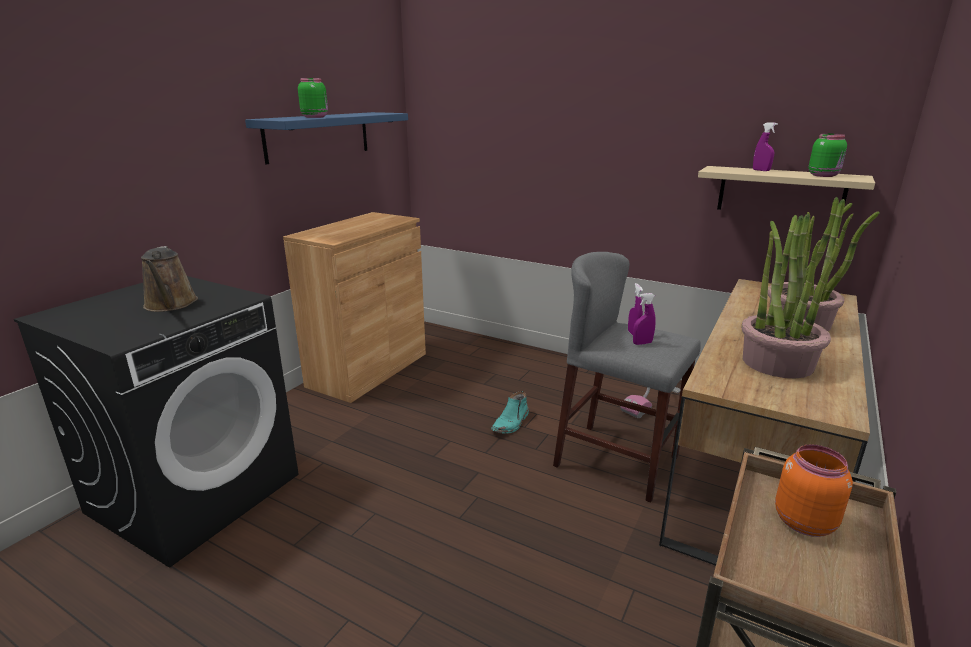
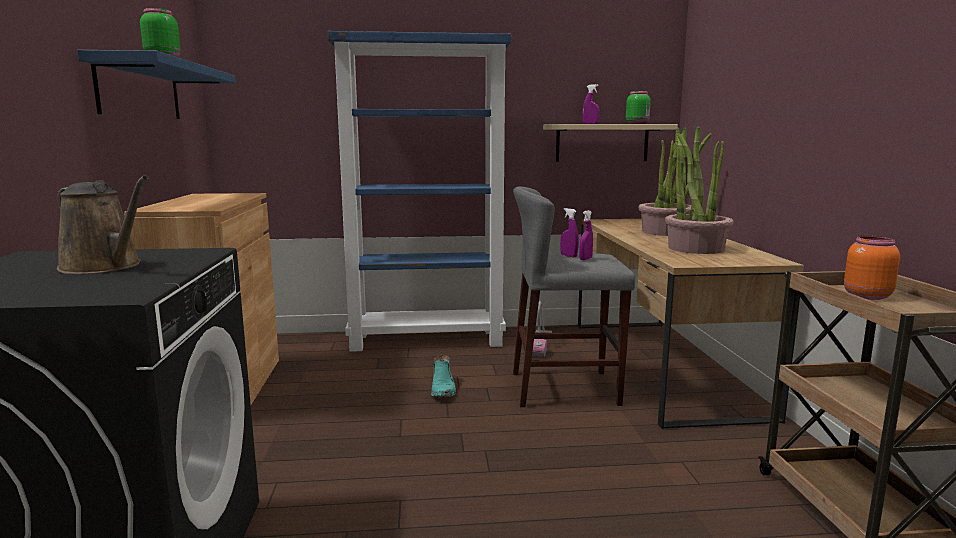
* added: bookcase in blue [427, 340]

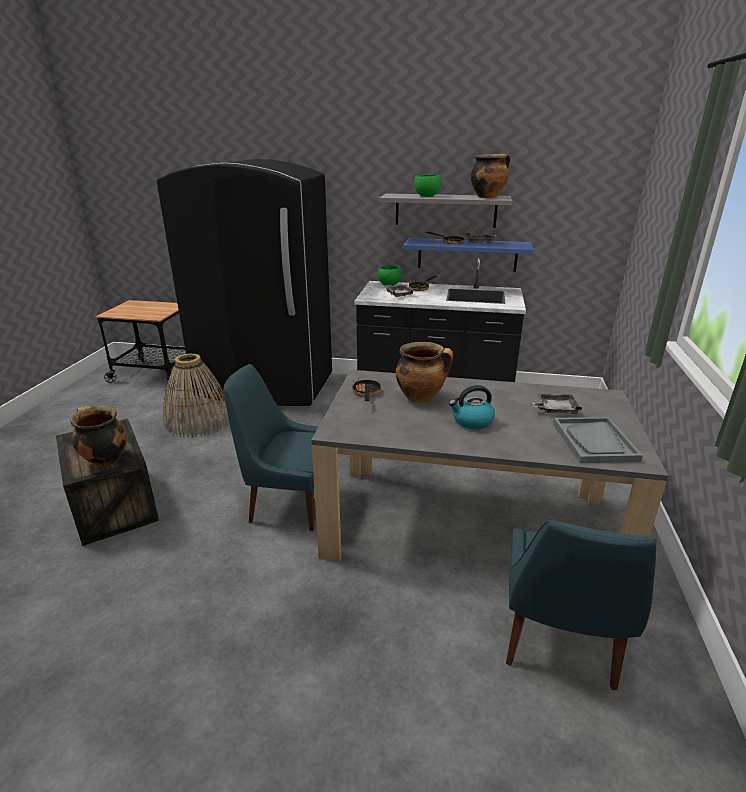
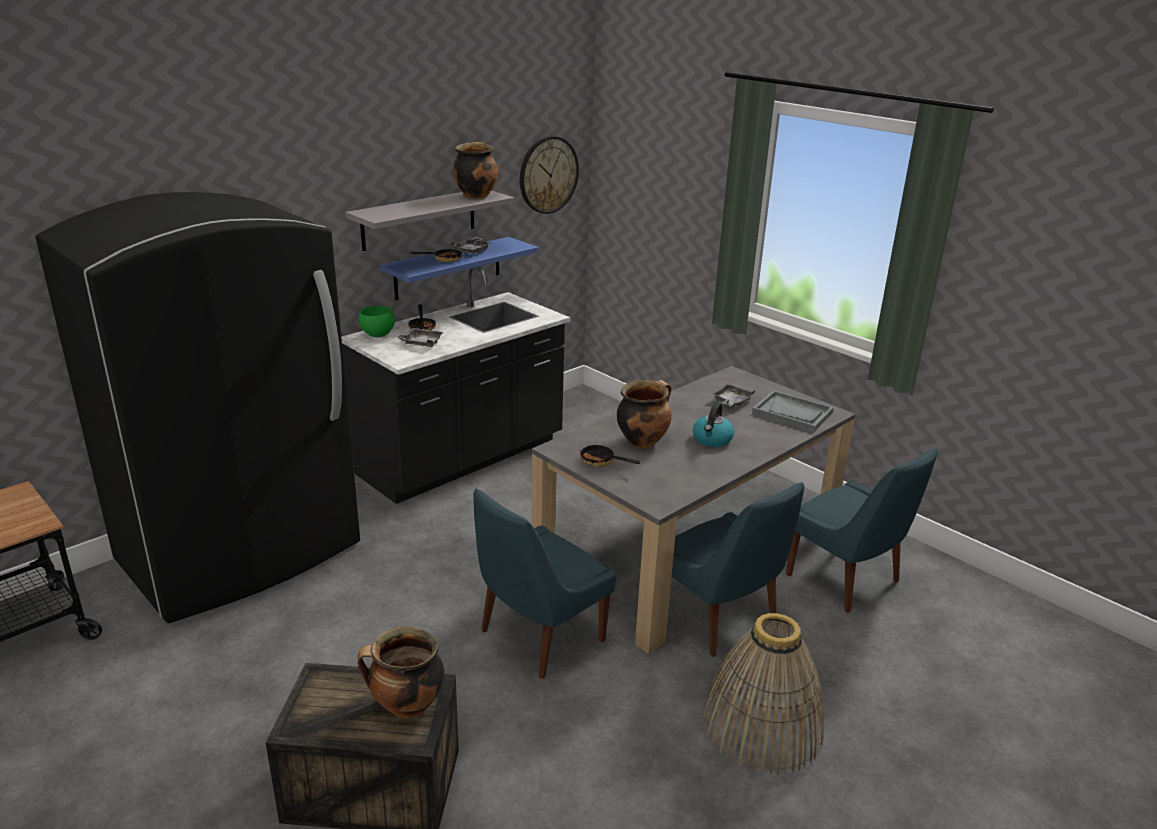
* moved: basket [198, 421] to [761, 727]
* removed: bowl in green [426, 196]
* added: wall clock [548, 175]
* added: chair in blue [719, 620]

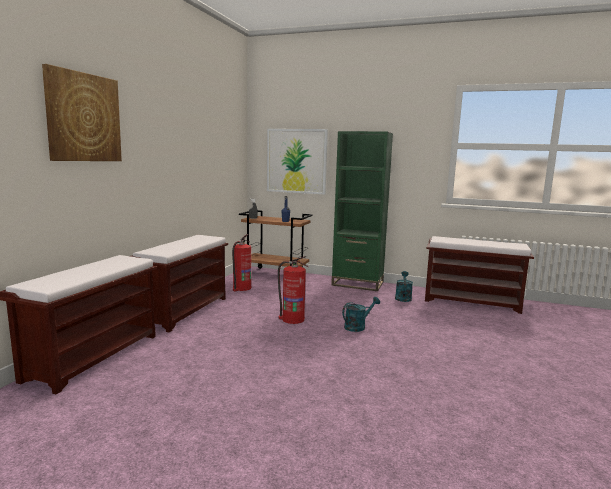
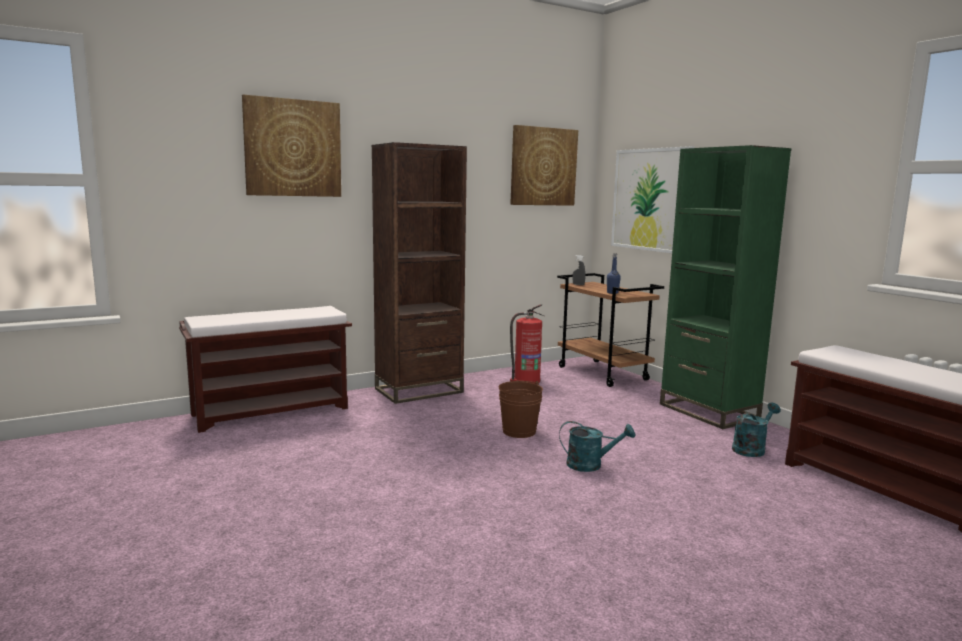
* replaced: bench in brown [185, 310] to bookcase in brown [419, 390]
* replaced: fire extinguisher [292, 319] to bucket in brown [519, 431]
* added: picture [543, 166]

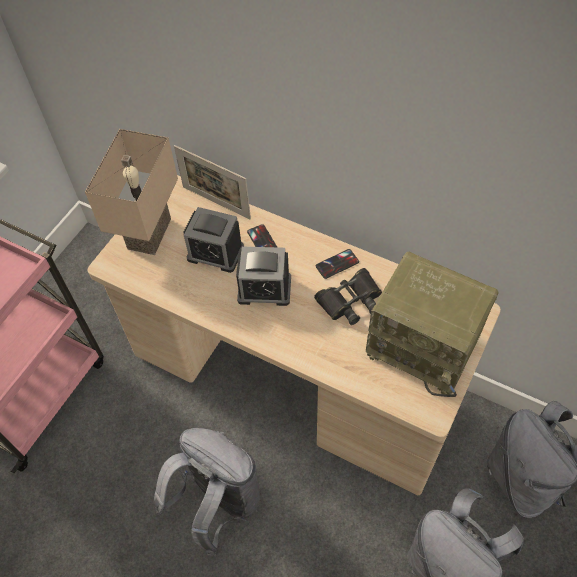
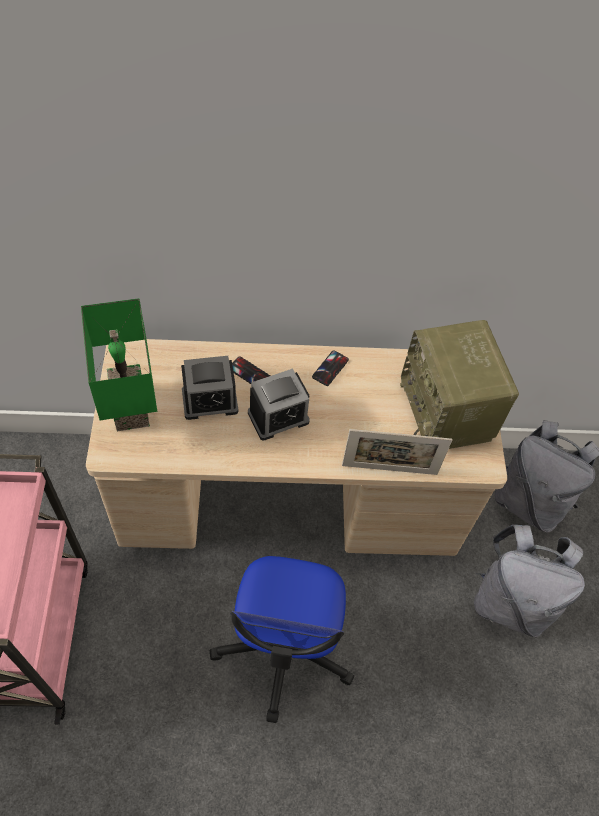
* recoloured: table lamp in beige [147, 232] to table lamp in green [127, 407]
* replaced: backpack in grey [218, 503] to office chair [284, 649]
* moved: picture frame [216, 202] to [389, 469]
* removed: binoculars in black [350, 301]
* turned: radio [425, 346] = [447, 412] 75 degrees clockwise

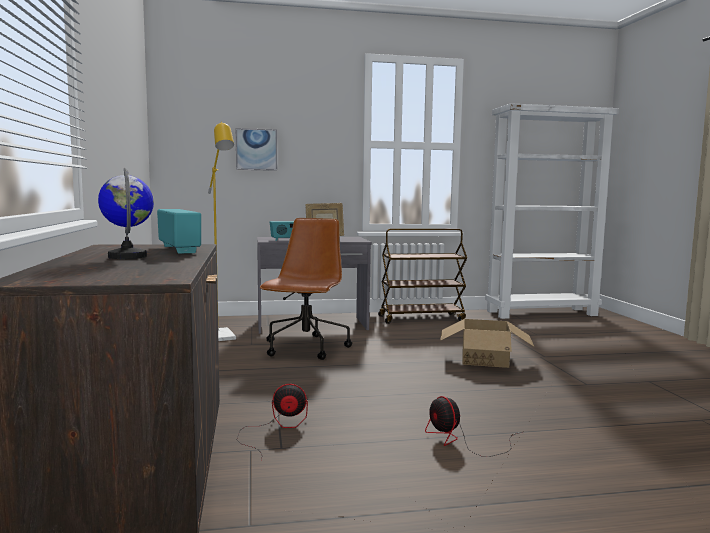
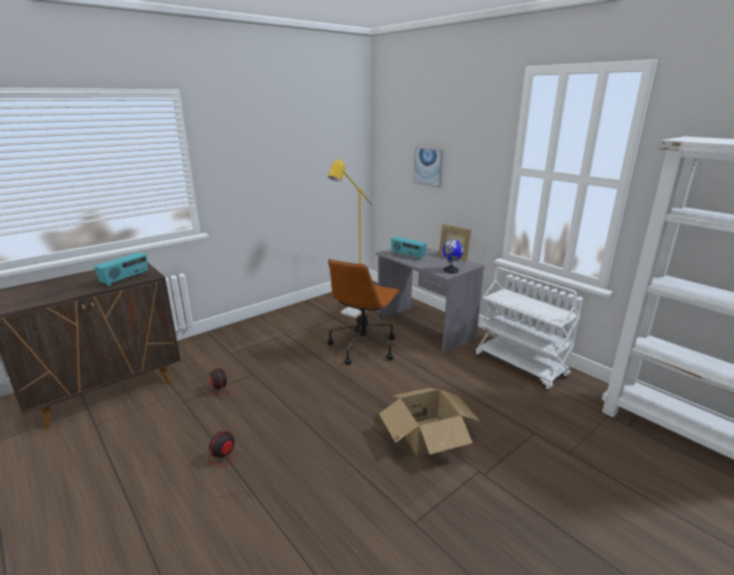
* moved: globe [128, 256] to [451, 271]
* turned: office chair in brown [305, 348] = [363, 346] 135 degrees clockwise
* recoloured: cart in brown [421, 318] to cart in white [520, 366]

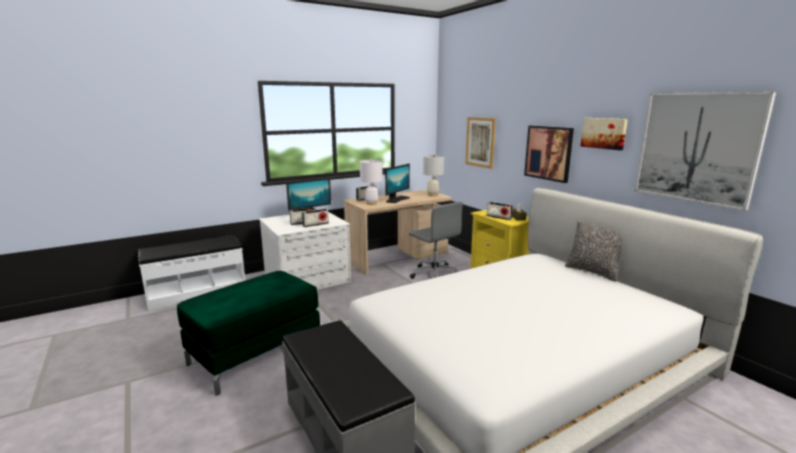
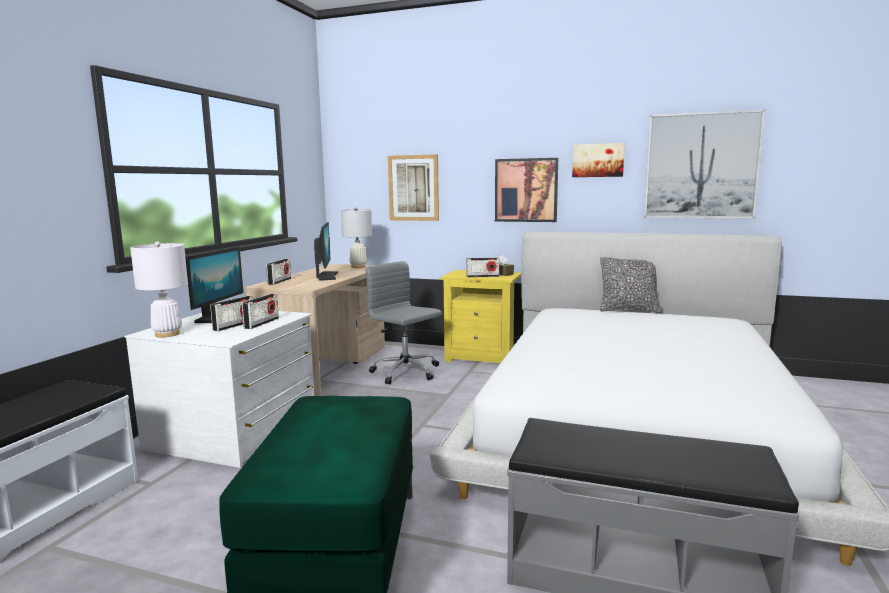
* moved: table lamp in white [371, 203] to [167, 334]
* turned: office chair in grey [434, 274] = [406, 372] 150 degrees counterclockwise

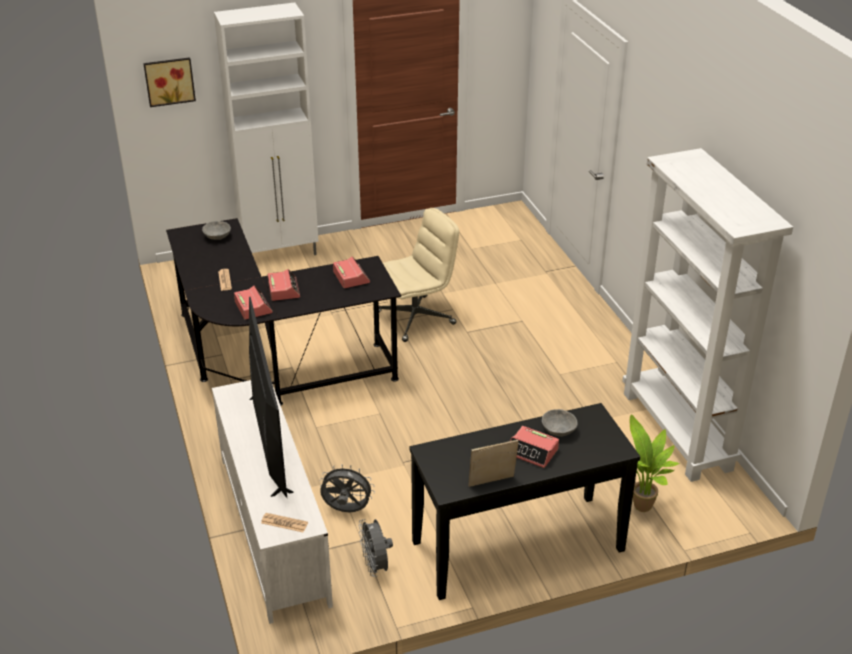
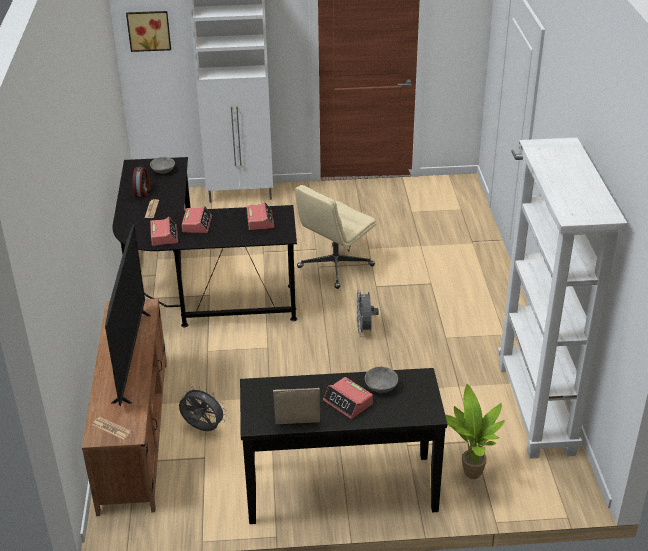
* recoloured: tv stand in white [273, 527] to tv stand in brown [134, 432]
* moved: fan in grey [376, 566] to [365, 329]
* turned: office chair in beige [415, 318] = [335, 267] 150 degrees clockwise
* added: alarm clock [143, 192]

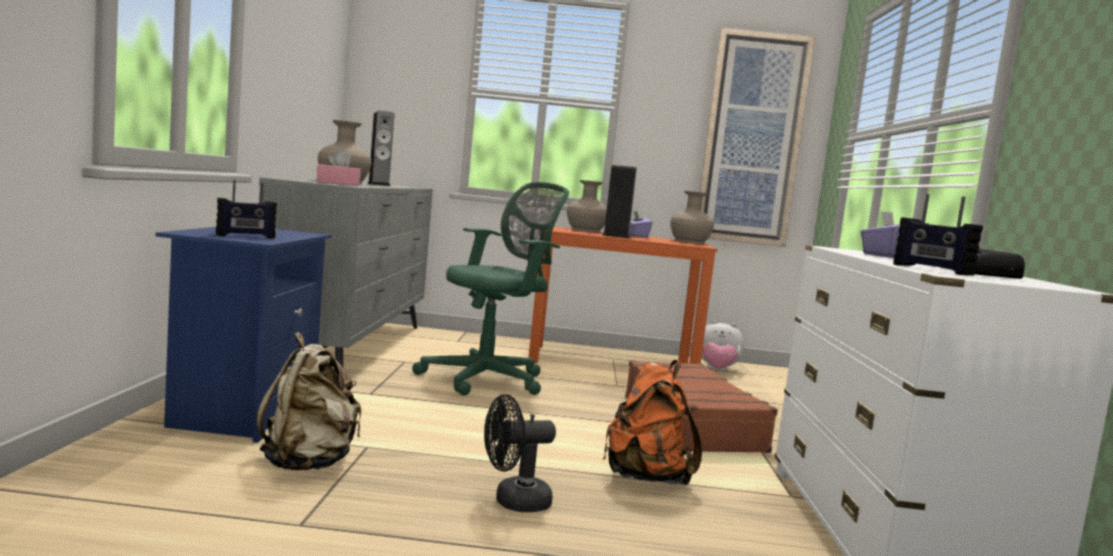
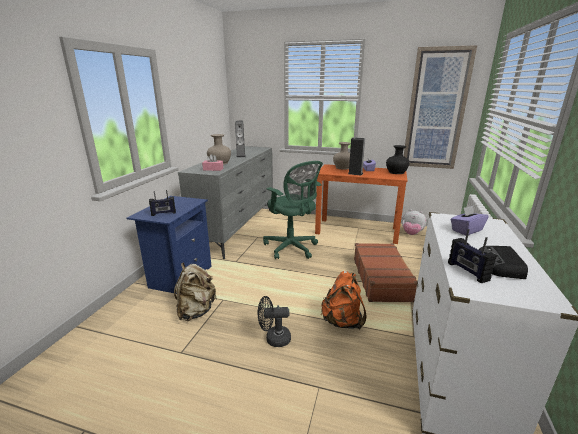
* turned: office chair in green [489, 379] = [292, 248] 75 degrees clockwise
* recoloured: vase in beige [689, 242] to vase in black [396, 172]

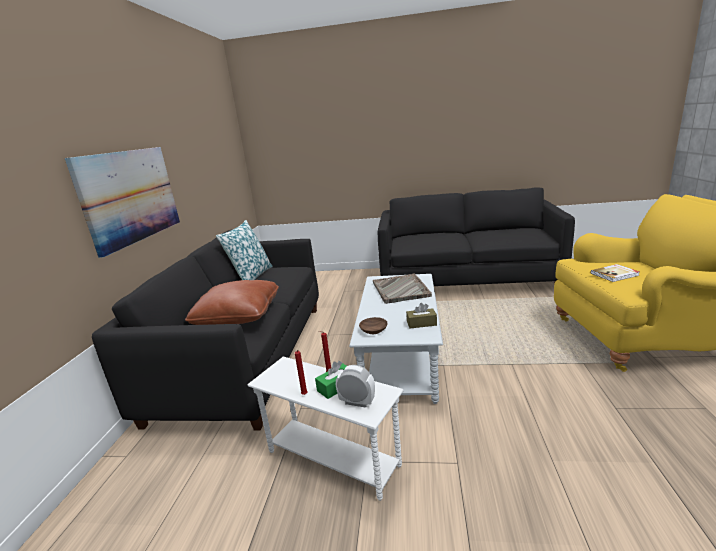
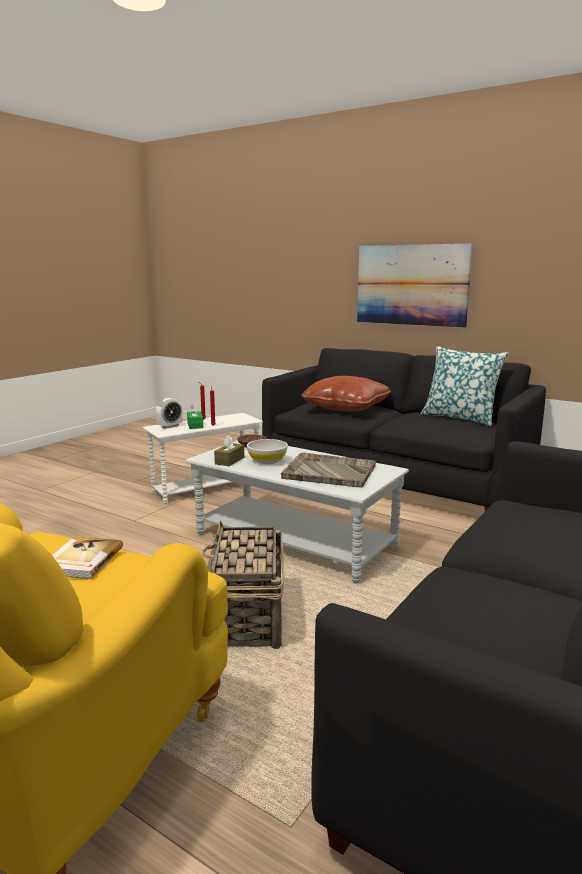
* added: basket [247, 617]
* added: bowl in white [267, 461]

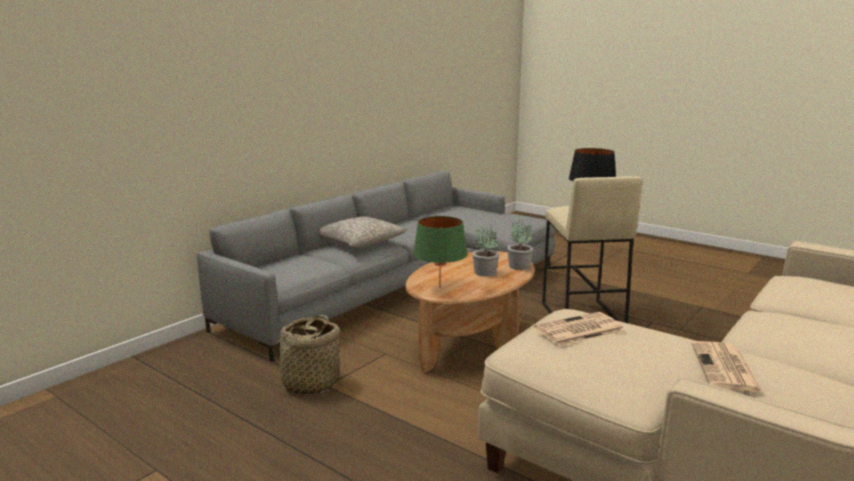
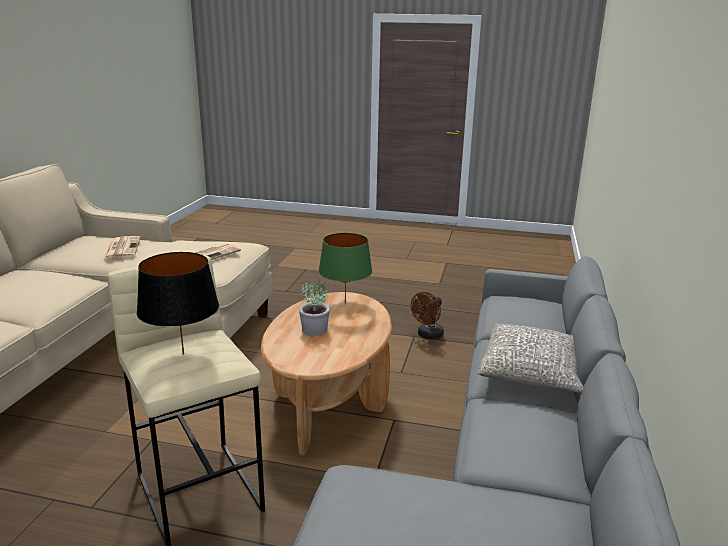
* replaced: basket [310, 383] to fan in brown [428, 335]
* removed: potted plant [519, 266]

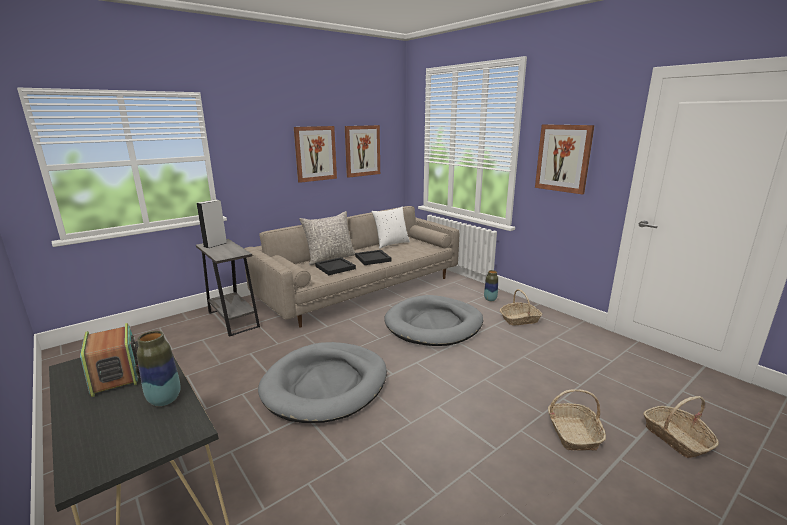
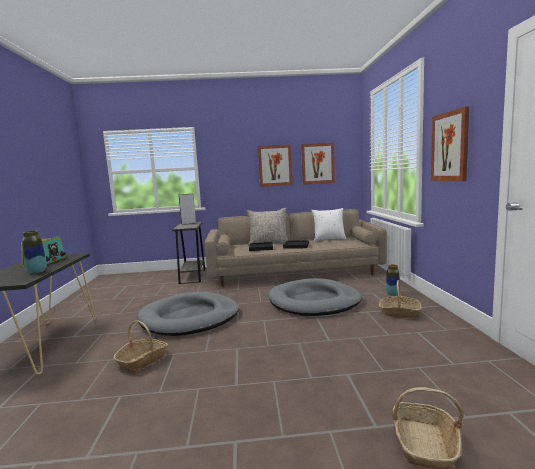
* moved: basket [572, 433] to [142, 360]

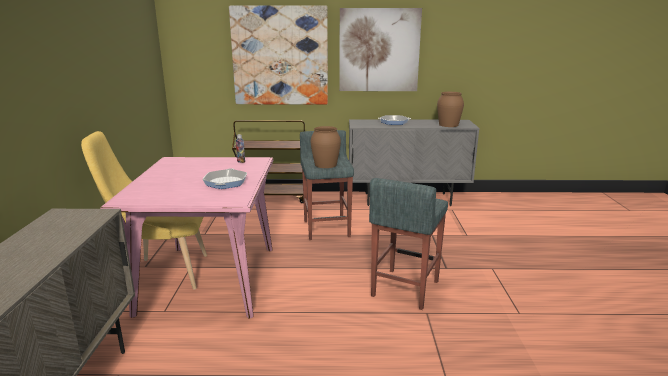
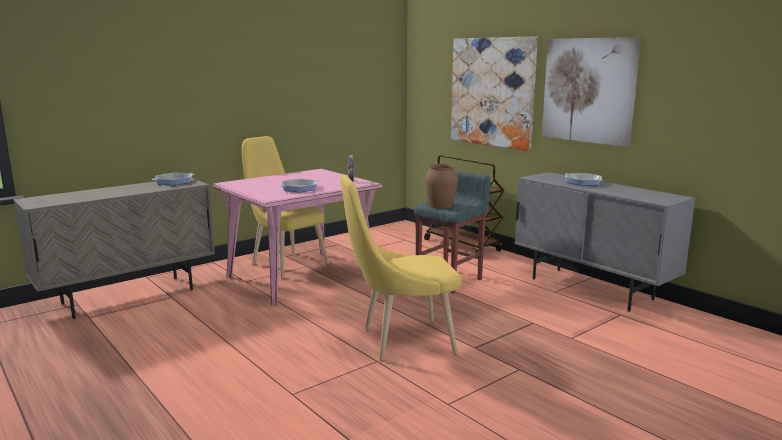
* replaced: stool in grey [404, 289] to chair in yellow [401, 341]
* removed: vase in brown [448, 125]
* added: frying pan [174, 182]

